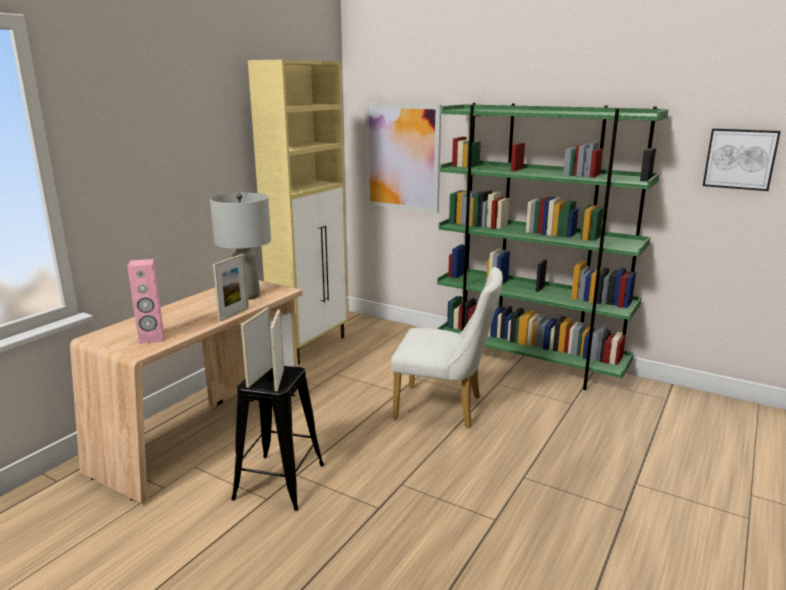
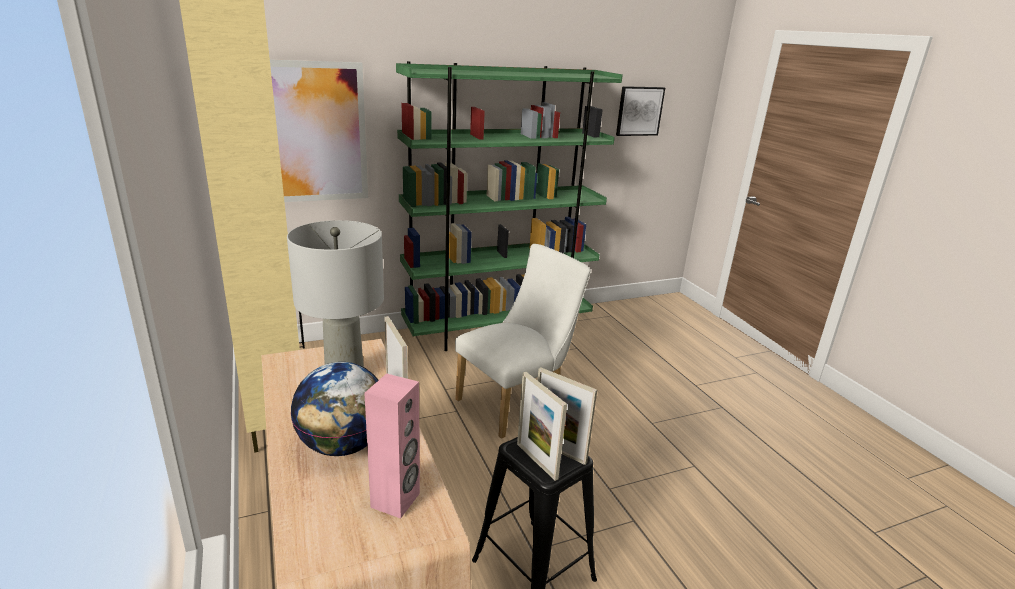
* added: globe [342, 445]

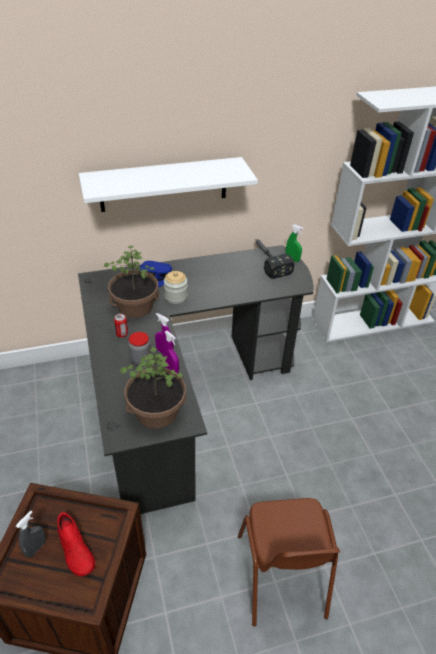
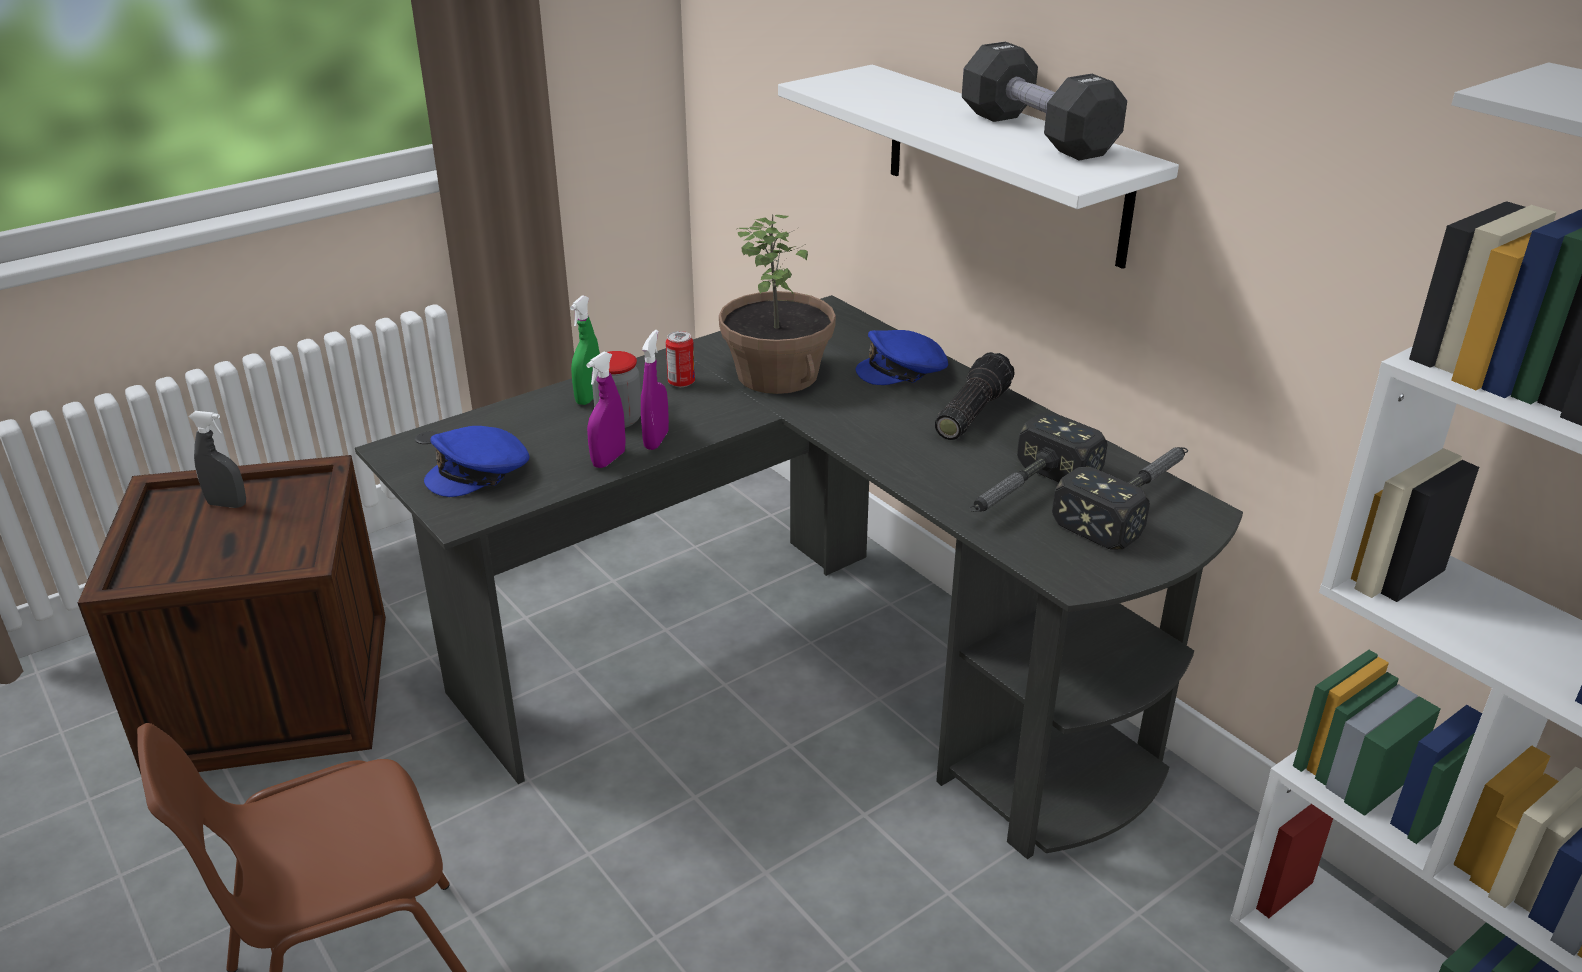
* removed: shoe in red [76, 549]
* replaced: potted plant [157, 411] to cap in blue [480, 472]
* removed: jar [176, 297]
* moved: spray bottle in green [292, 259] to [589, 397]
* added: flashlight [970, 412]
* added: dumbbell in black [1037, 134]
* added: hammer [1022, 494]

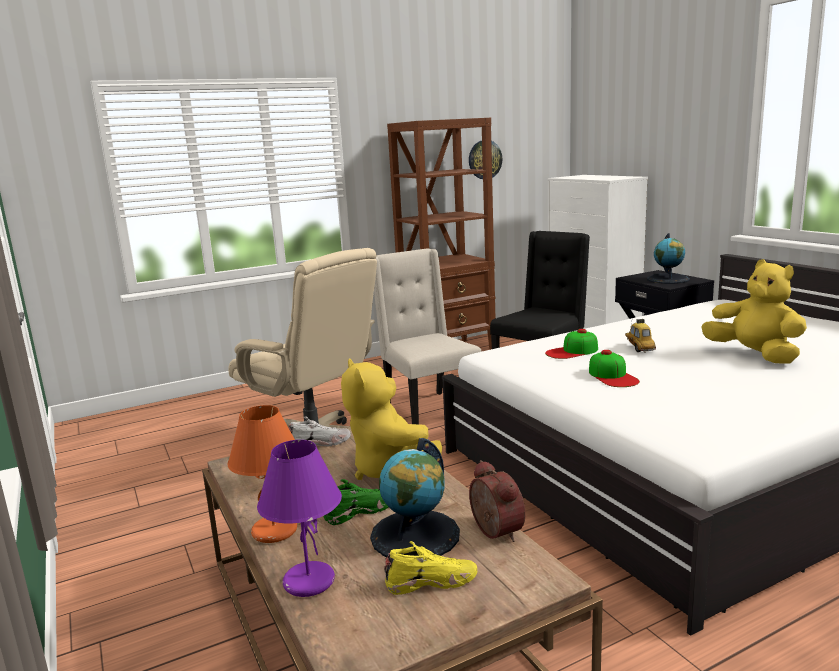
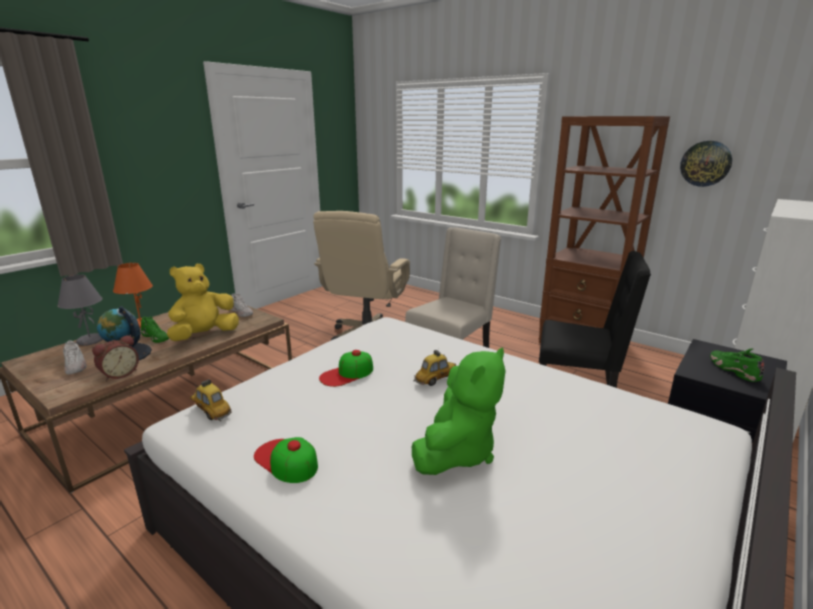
* recoloured: table lamp in purple [308, 581] to table lamp in grey [90, 340]
* recoloured: shoe in yellow [431, 581] to shoe in white [75, 366]
* moved: cap [572, 351] to [286, 460]
* replaced: globe [668, 279] to shoe in green [733, 370]
* recoloured: plush toy in yellow [754, 355] to plush toy in green [457, 452]
* added: toy car [211, 412]

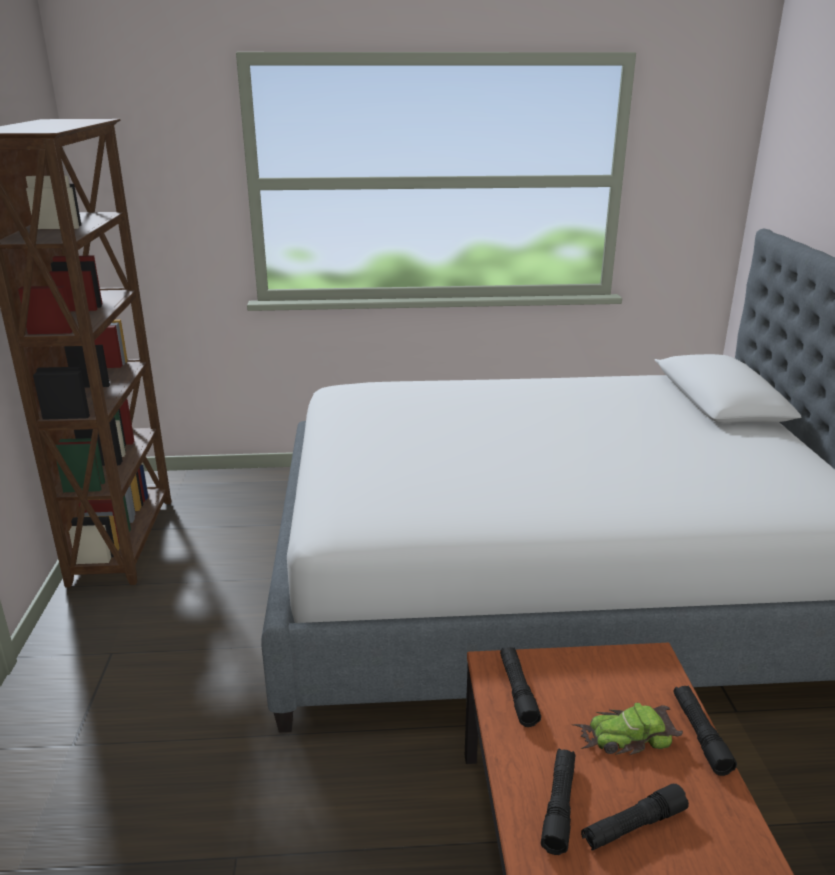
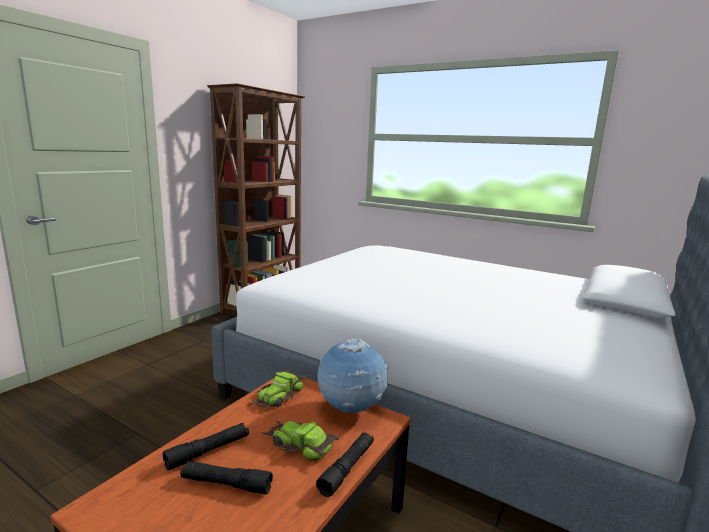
* replaced: flashlight in black [517, 691] to toy car [279, 396]
* added: globe [351, 410]

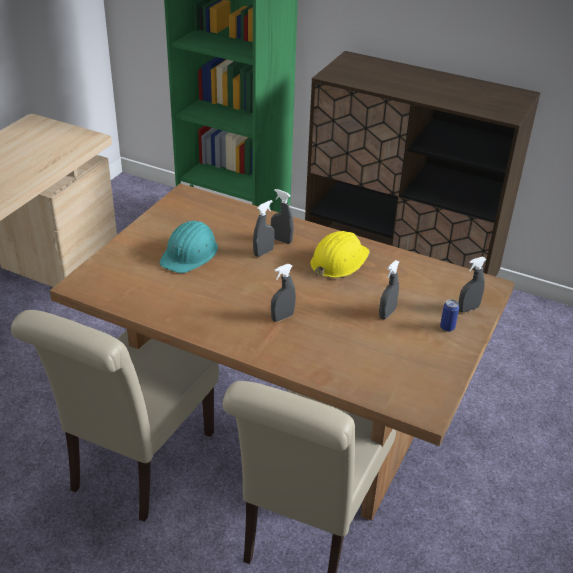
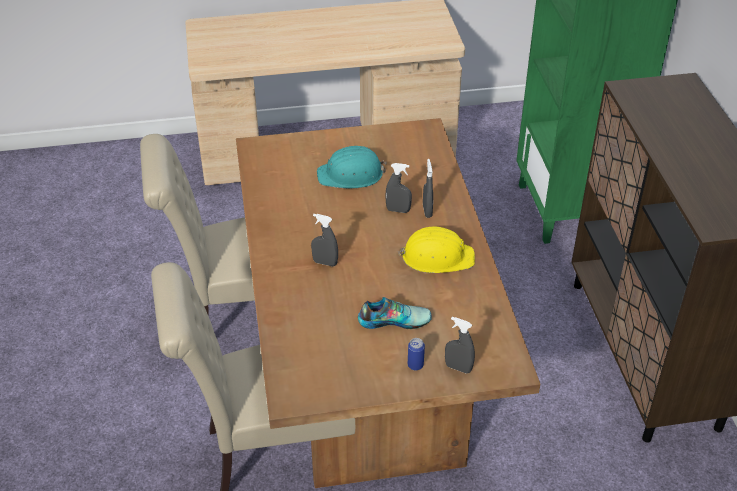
* replaced: spray bottle in grey [387, 314] to shoe [394, 319]

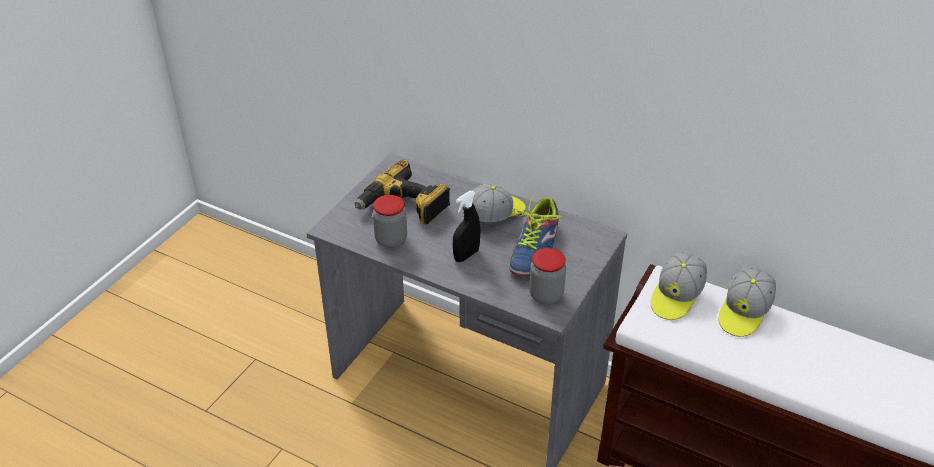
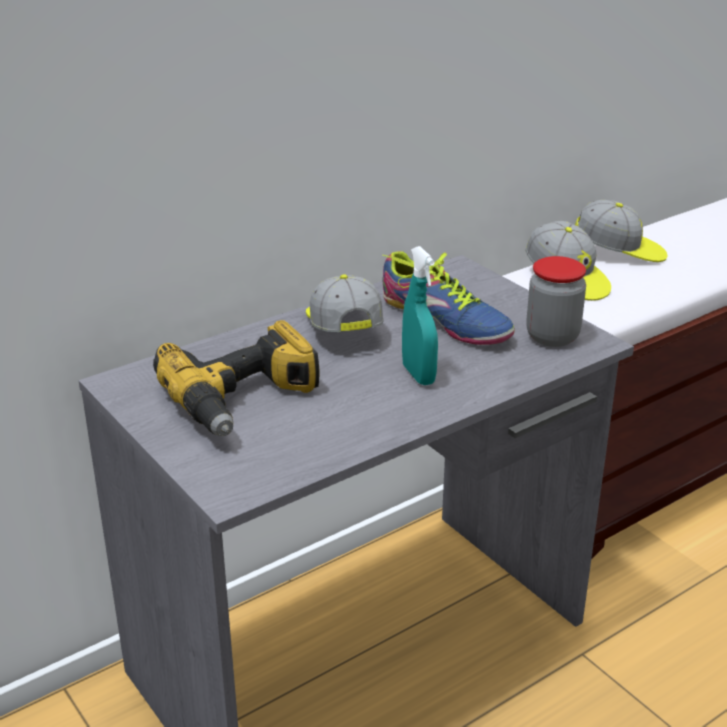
* removed: jar [391, 240]
* recoloured: spray bottle in black [466, 255] to spray bottle in turquoise [418, 375]
* turned: cap [744, 312] = [619, 252] 45 degrees counterclockwise

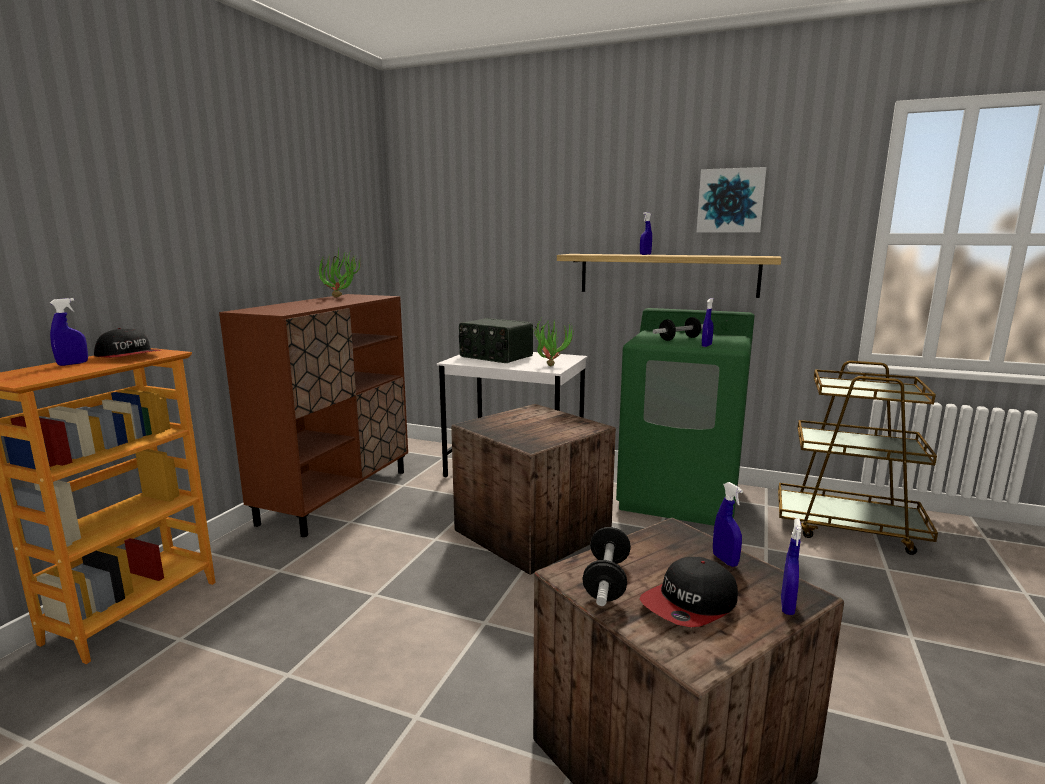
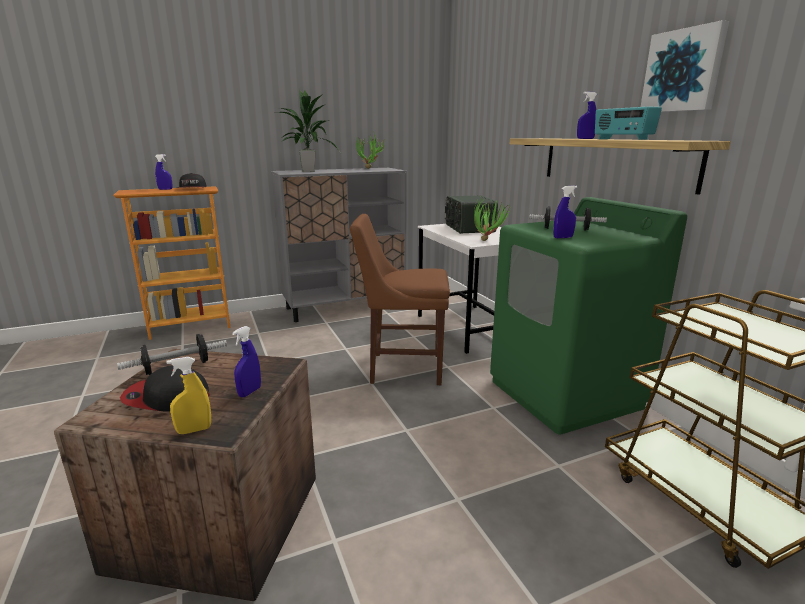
* recoloured: cabinet in brown [336, 496] to cabinet in grey [345, 307]
* replaced: crate [530, 532] to chair in brown [401, 368]
* recoloured: spray bottle in blue [787, 606] to spray bottle in yellow [194, 430]
* added: potted plant [308, 171]
* added: radio [622, 139]

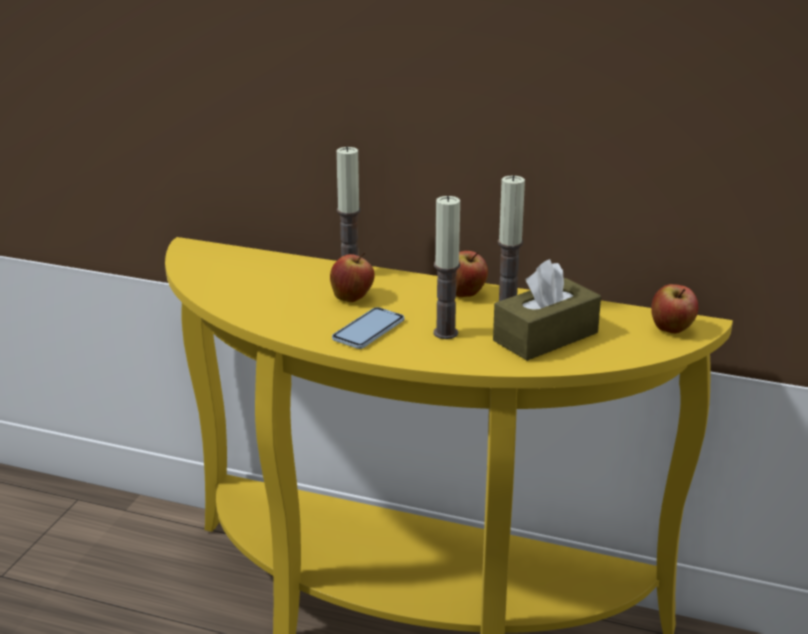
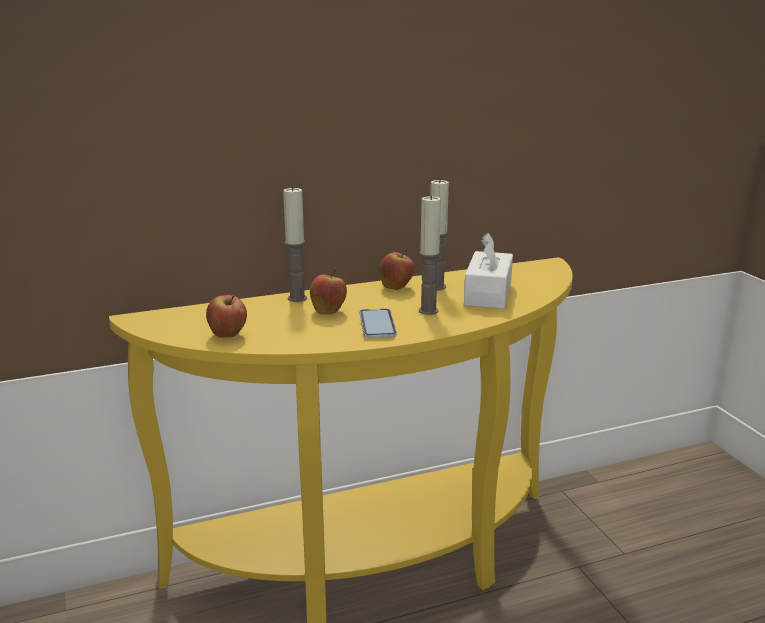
* recoloured: tissue box in brown [545, 337] to tissue box in white [488, 294]
* moved: apple [672, 330] to [228, 335]

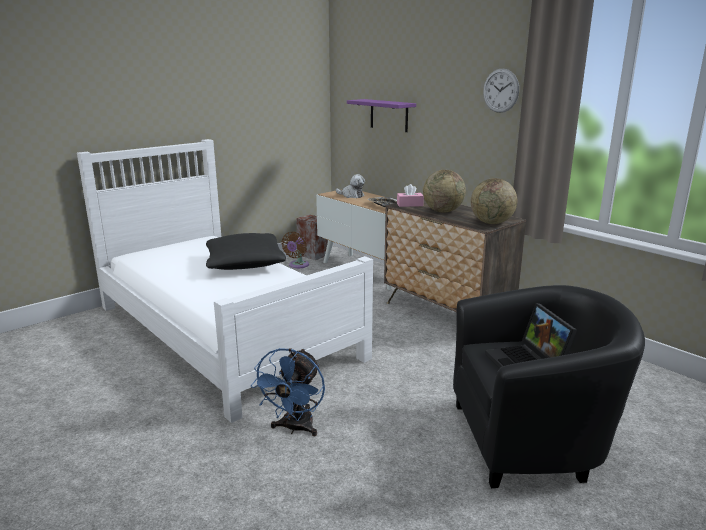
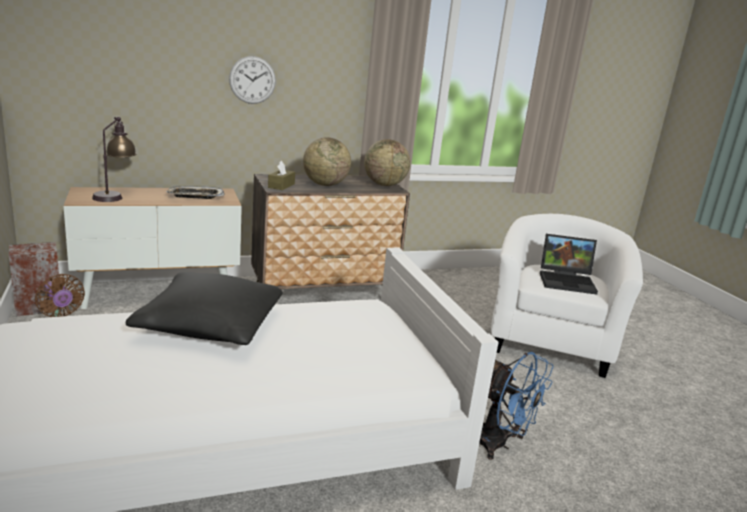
* replaced: plush toy [351, 195] to table lamp [115, 195]
* removed: shelf in purple [389, 115]
* recoloured: tissue box in pink [410, 205] to tissue box in brown [281, 186]
* recoloured: armchair in black [532, 440] to armchair in white [550, 341]
* moved: wall clock [501, 90] to [252, 80]

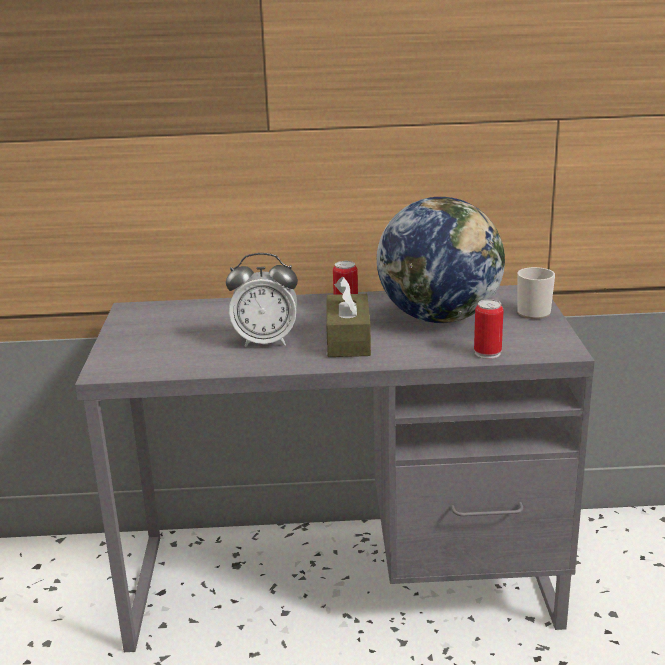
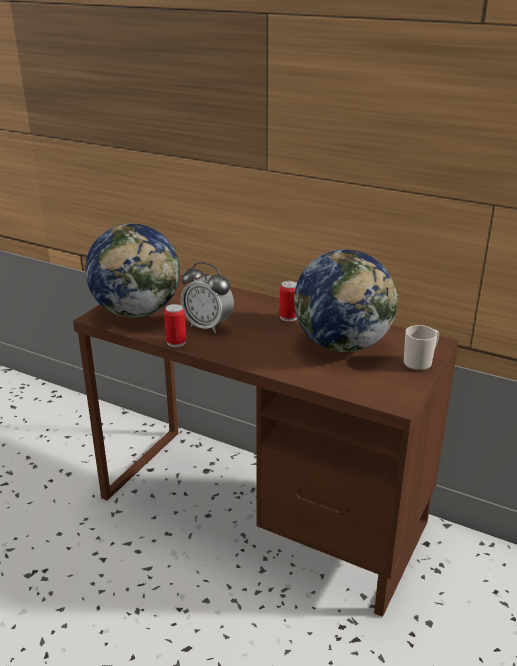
* recoloured: desk in grey [343, 580] to desk in brown [261, 510]
* removed: tissue box in brown [348, 340]
* moved: can [487, 353] to [176, 342]
* added: globe [137, 312]

